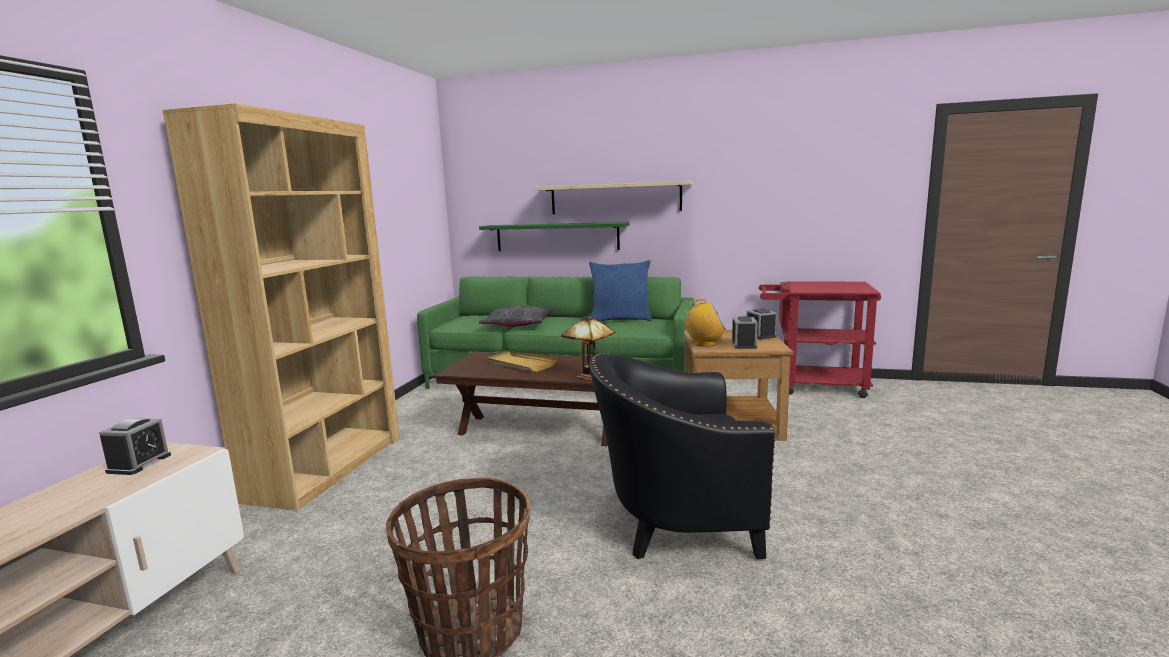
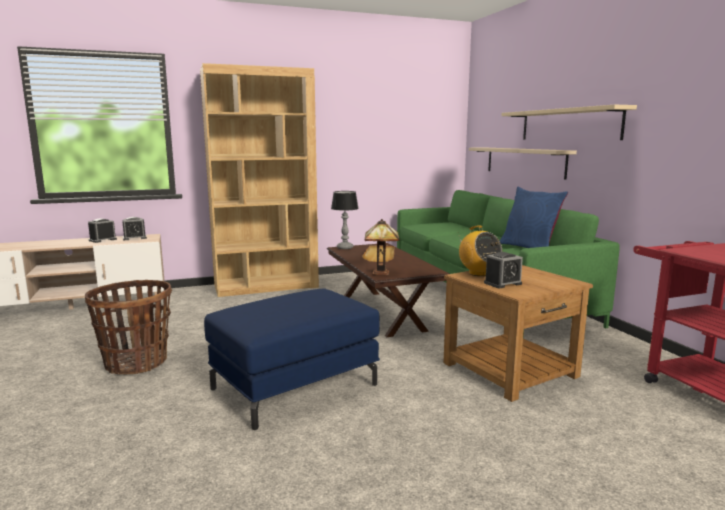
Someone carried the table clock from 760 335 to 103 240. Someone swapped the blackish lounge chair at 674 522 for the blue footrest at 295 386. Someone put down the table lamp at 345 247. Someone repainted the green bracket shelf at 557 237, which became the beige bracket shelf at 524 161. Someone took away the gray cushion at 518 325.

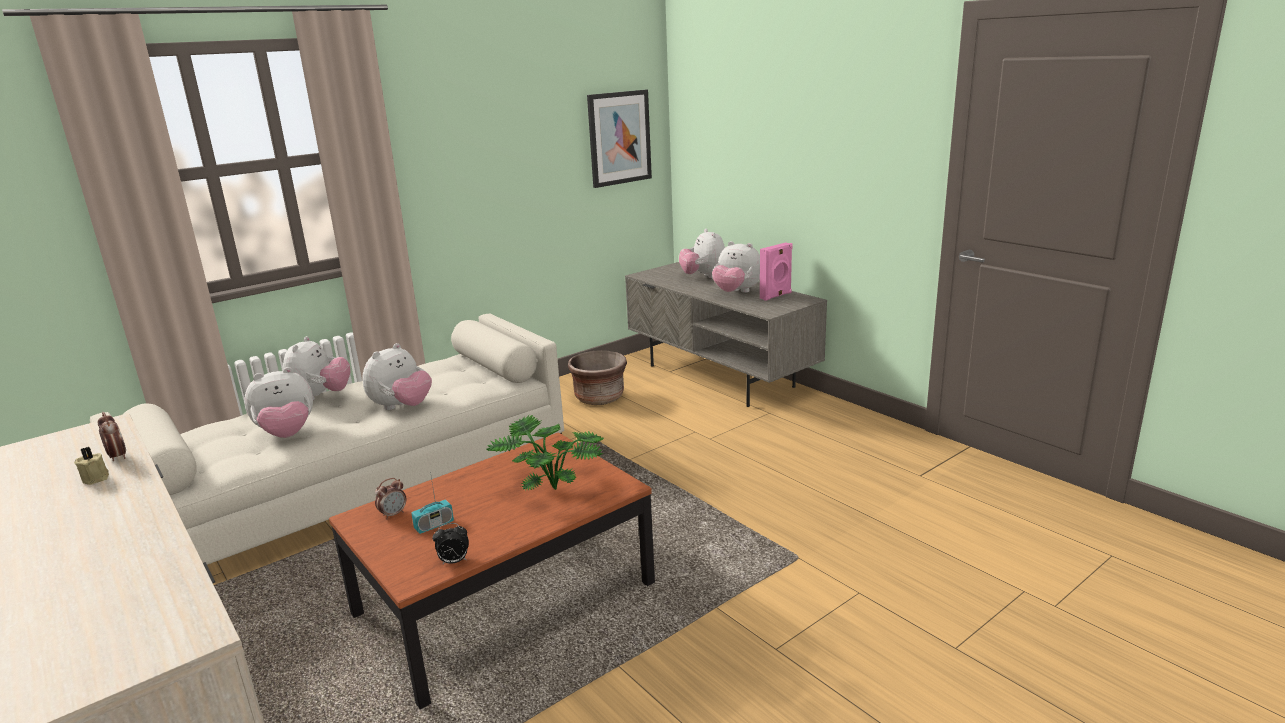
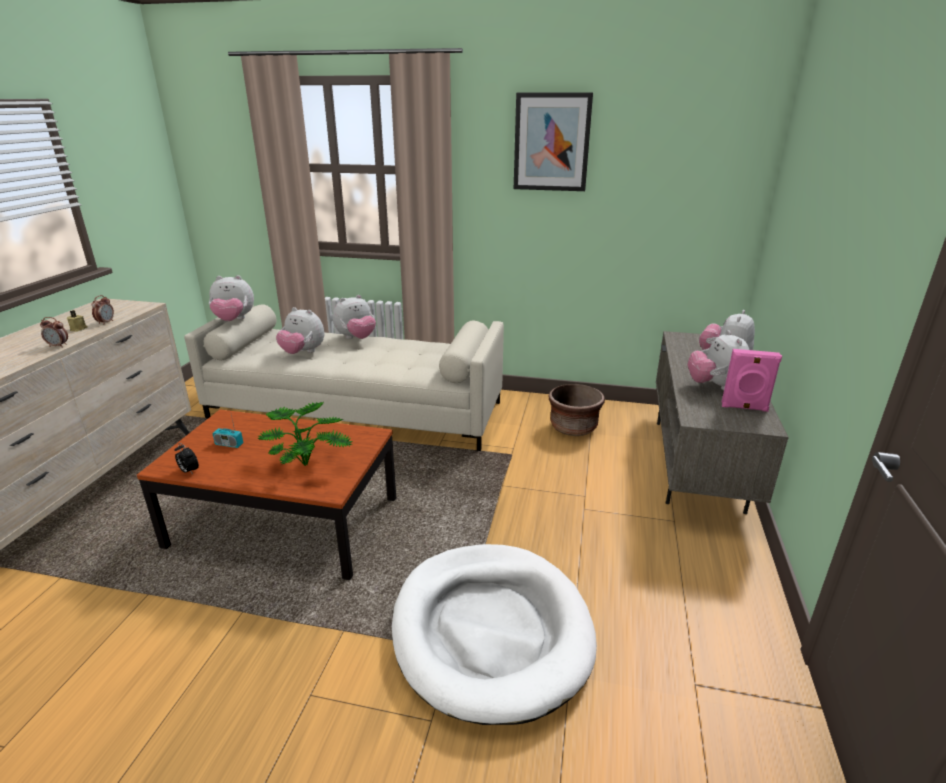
Someone carried the table clock from 393 514 to 58 346. Someone carried the soft toy from 401 407 to 234 320. Someone put down the whitish dog bed at 491 631. Someone carried the wall art from 619 138 to 551 142.

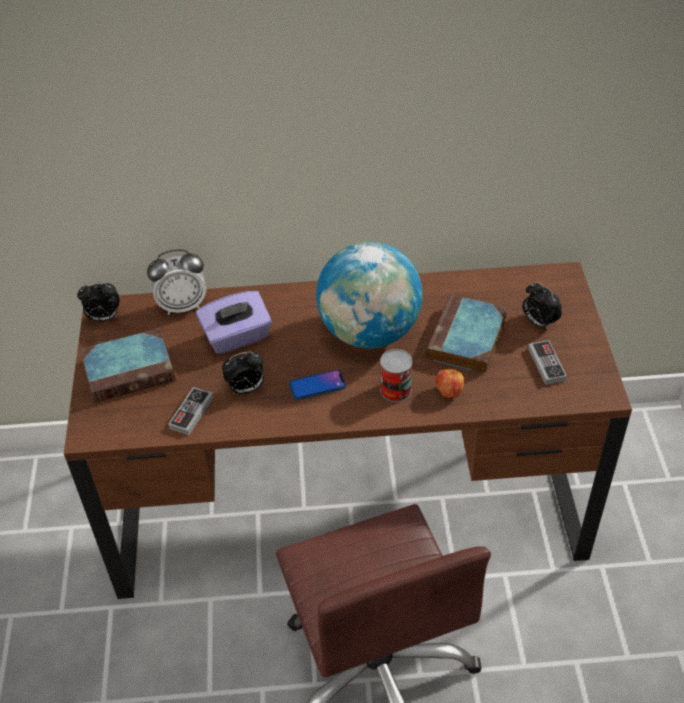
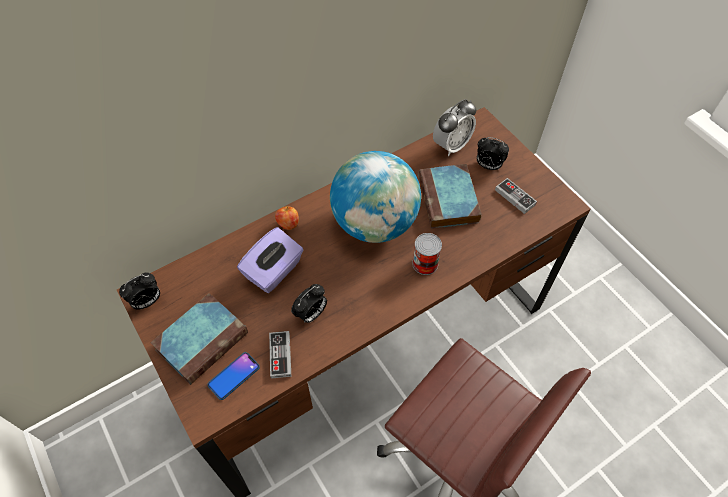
Someone carried the telephone from 317 385 to 234 376. Someone carried the apple fruit from 449 392 to 288 224. Someone carried the table clock from 182 305 to 451 145.

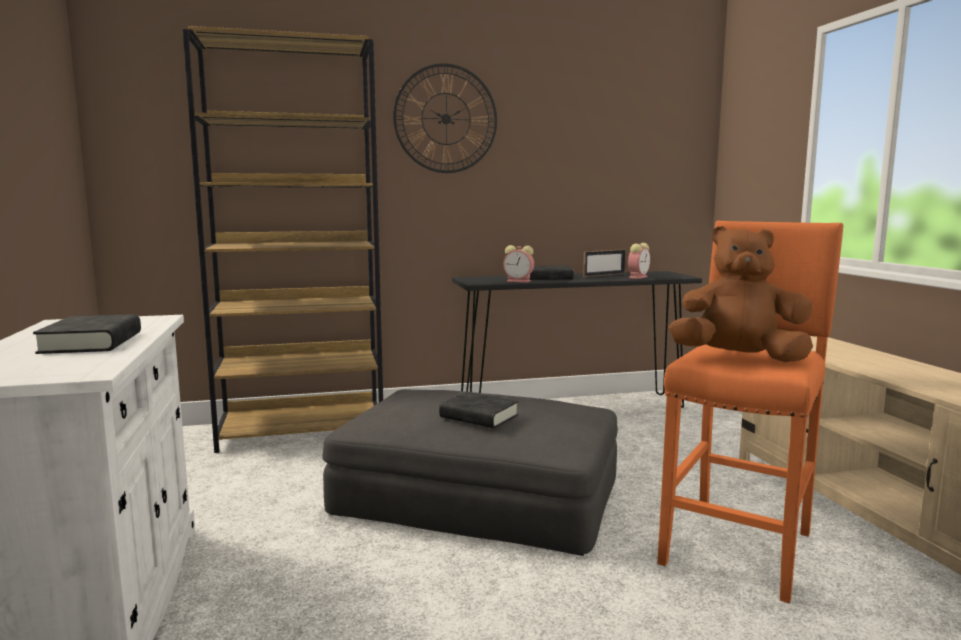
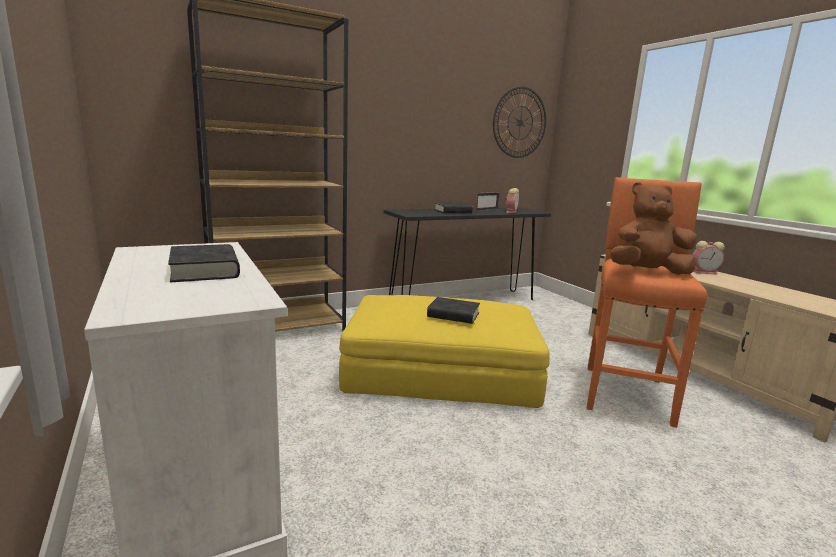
Someone repainted the gray footrest at 478 494, which became the yellow-coloured footrest at 441 369. Someone carried the wall clock from 446 119 to 520 123. Someone carried the table clock from 519 281 to 705 272.

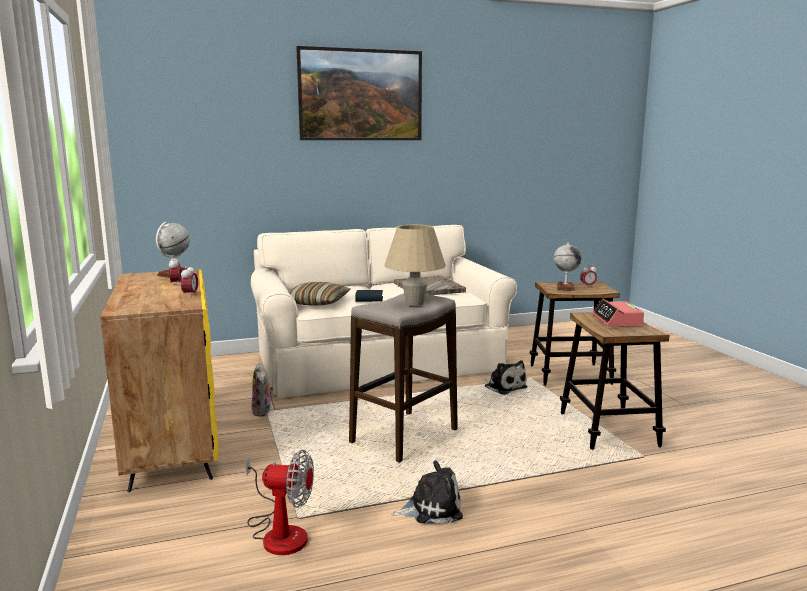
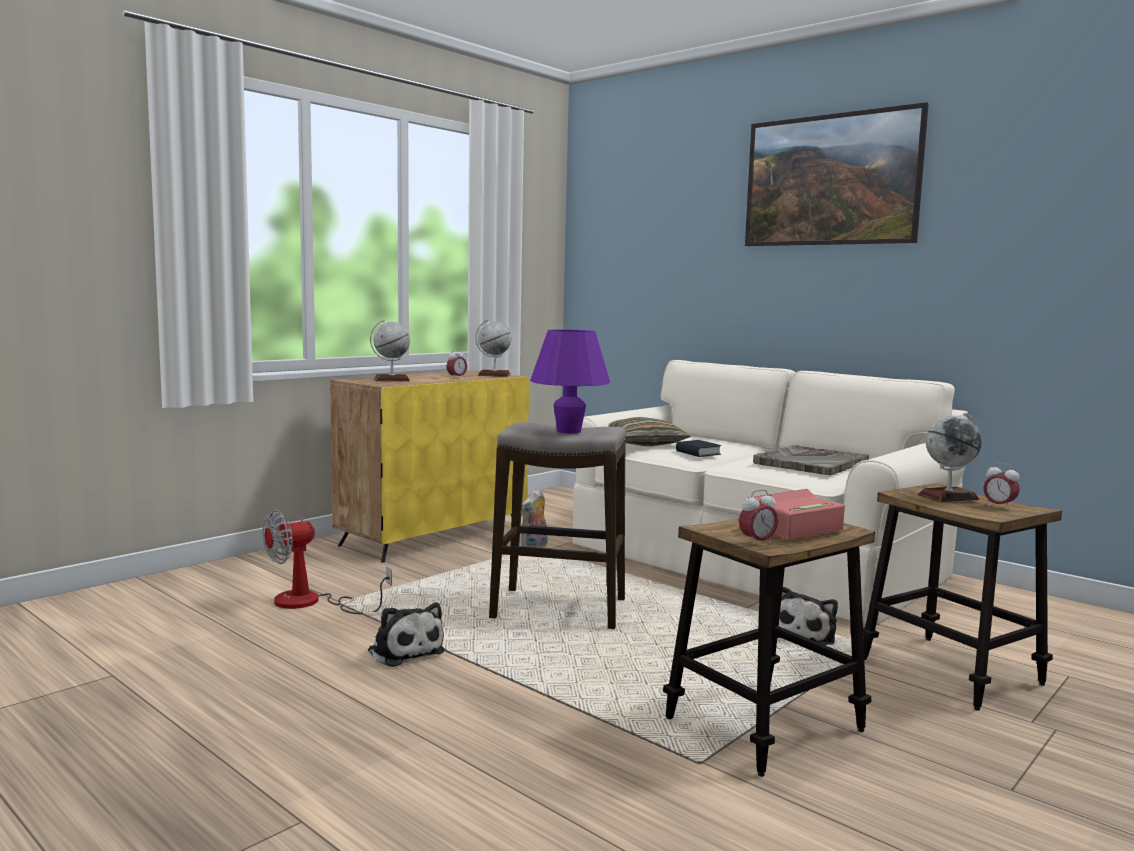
Someone rotated the cooling fan at 279 532 by 75 degrees clockwise. Someone put down the desk globe at 391 380. Someone repainted the beige table lamp at 415 303, which became the purplish table lamp at 569 431. Someone carried the table clock from 190 295 to 757 542.

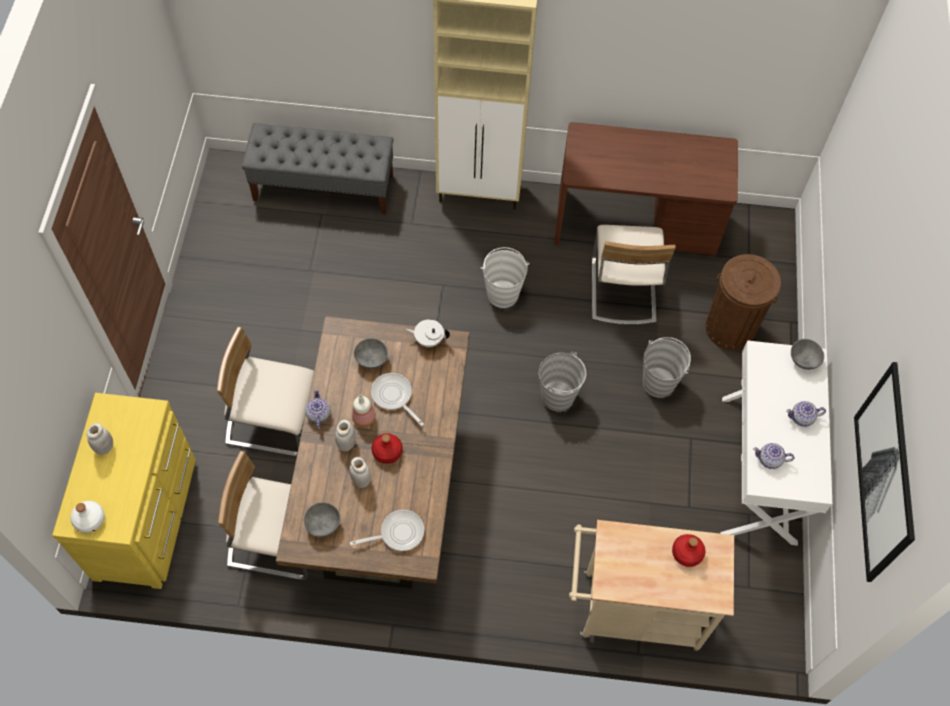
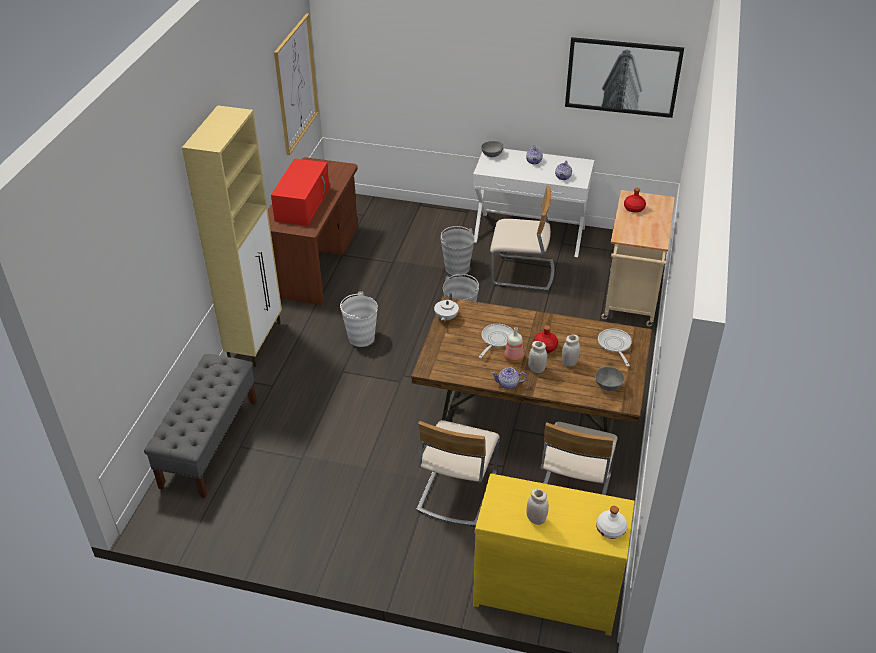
Someone put down the red-coloured microwave at 302 203. Someone put up the wall art at 296 84. Someone rotated the pan at 394 396 by 150 degrees clockwise. Someone carried the beige plain chair from 622 290 to 522 273. Someone took away the gray bowl at 371 359. Someone took away the brown-coloured rubbish bin at 730 328.

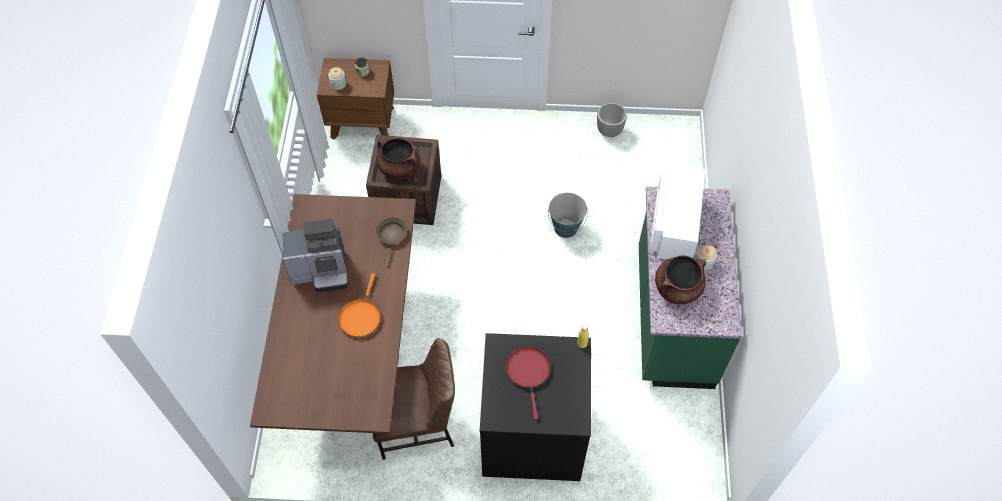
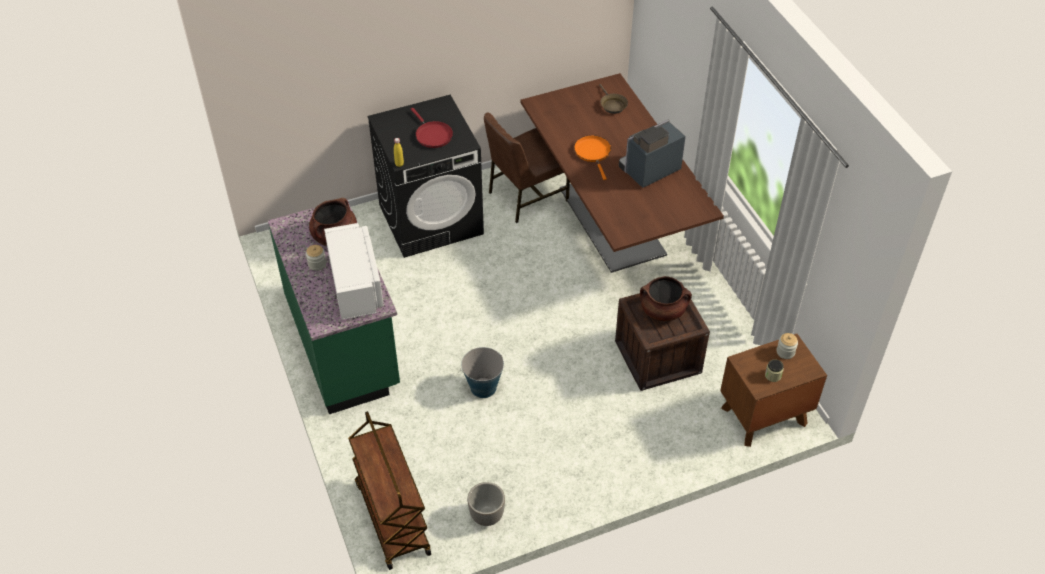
Someone put down the brown-coloured wheeled cart at 392 518. Someone carried the brown-coloured pan from 392 236 to 612 105.

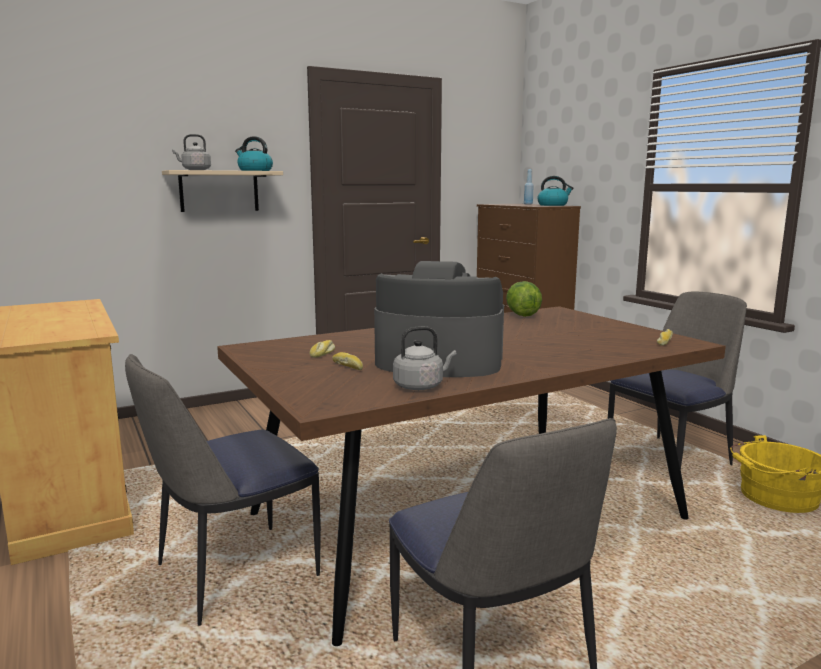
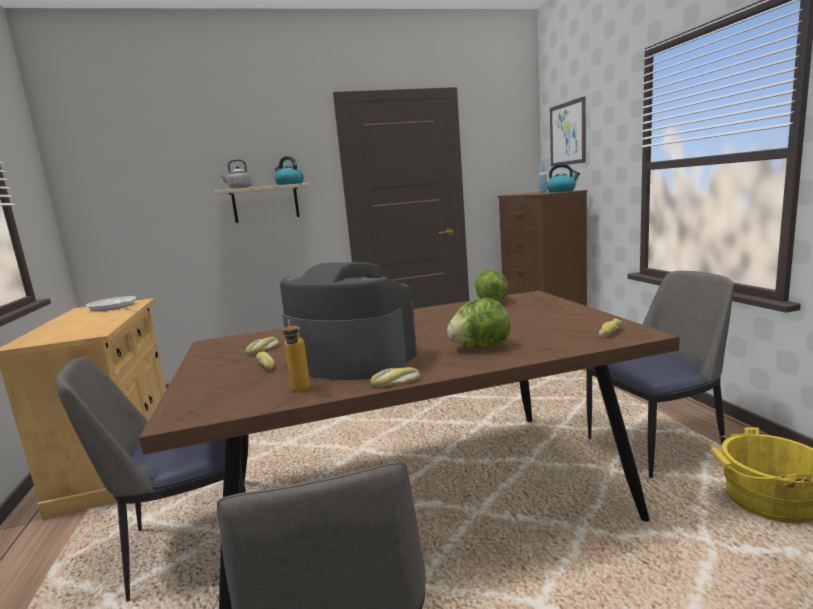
Someone put down the pan at 114 307. Someone swapped the gray tea kettle at 421 386 for the drink bottle at 300 391. Someone put down the baked bread at 396 383. Someone put down the head of lettuce at 480 346. Someone put up the wall art at 567 134.

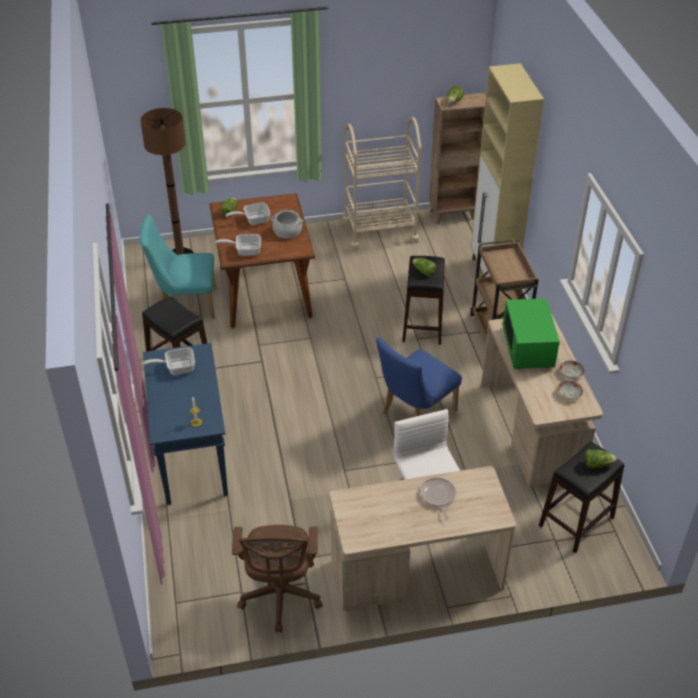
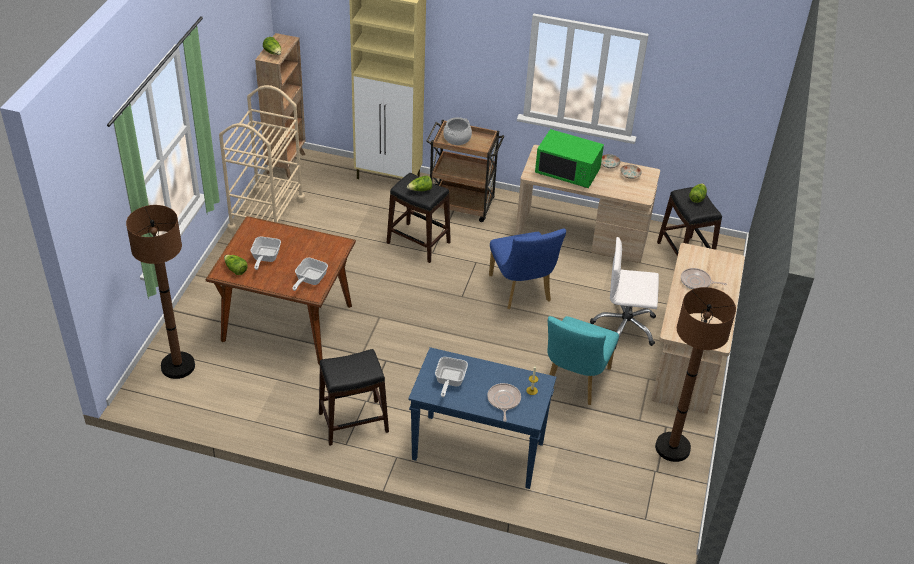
Someone carried the cooking pot from 287 231 to 457 138. Someone put down the pan at 503 401. Someone carried the turquoise-coloured plain chair from 185 304 to 574 382. Someone swapped the brown-coloured office chair at 280 597 for the brown-coloured standing lamp at 672 448.

